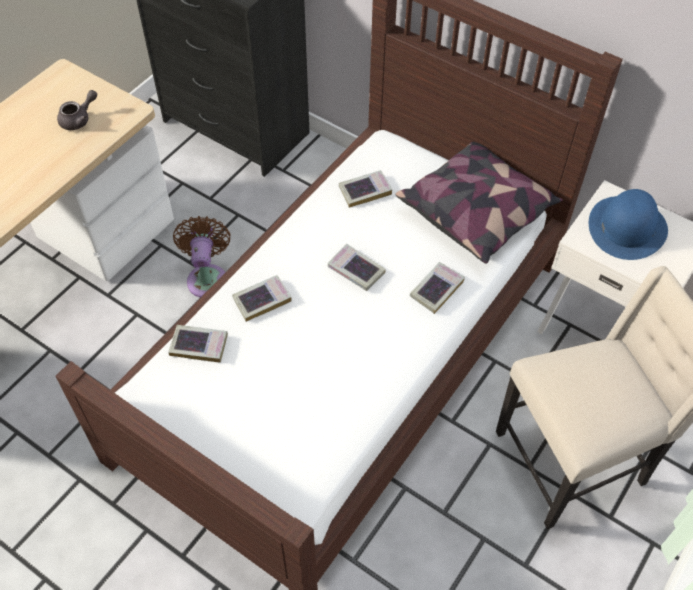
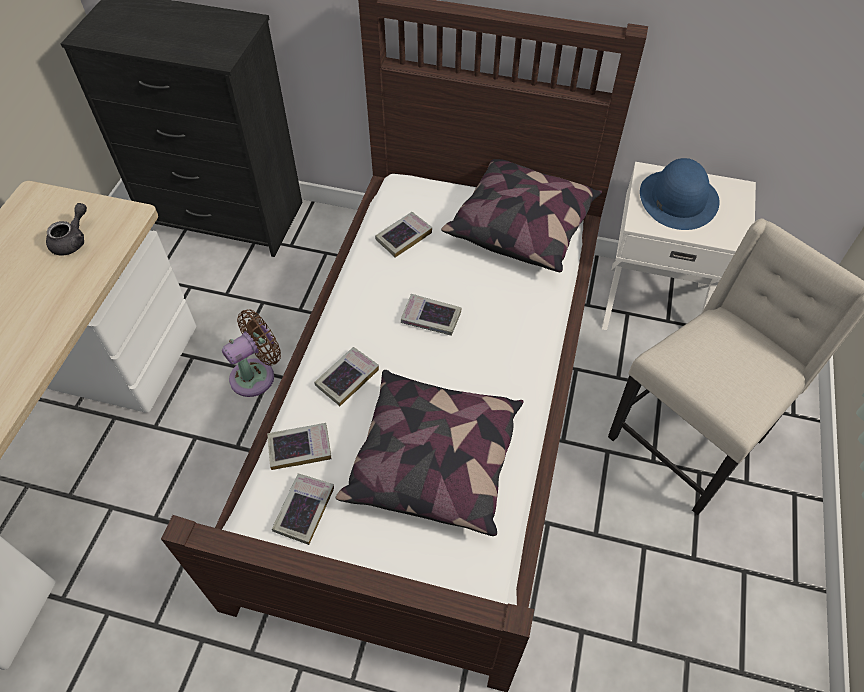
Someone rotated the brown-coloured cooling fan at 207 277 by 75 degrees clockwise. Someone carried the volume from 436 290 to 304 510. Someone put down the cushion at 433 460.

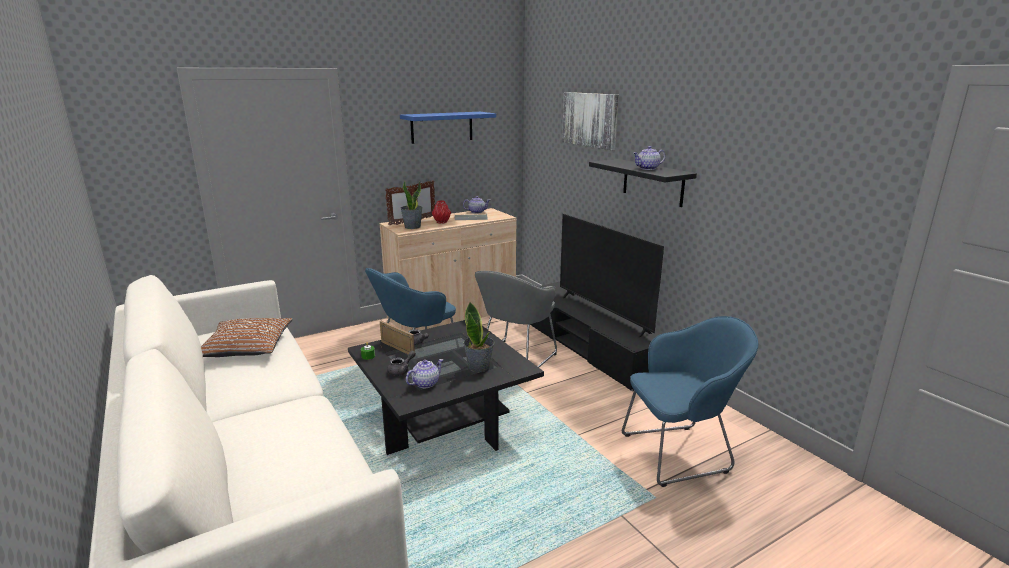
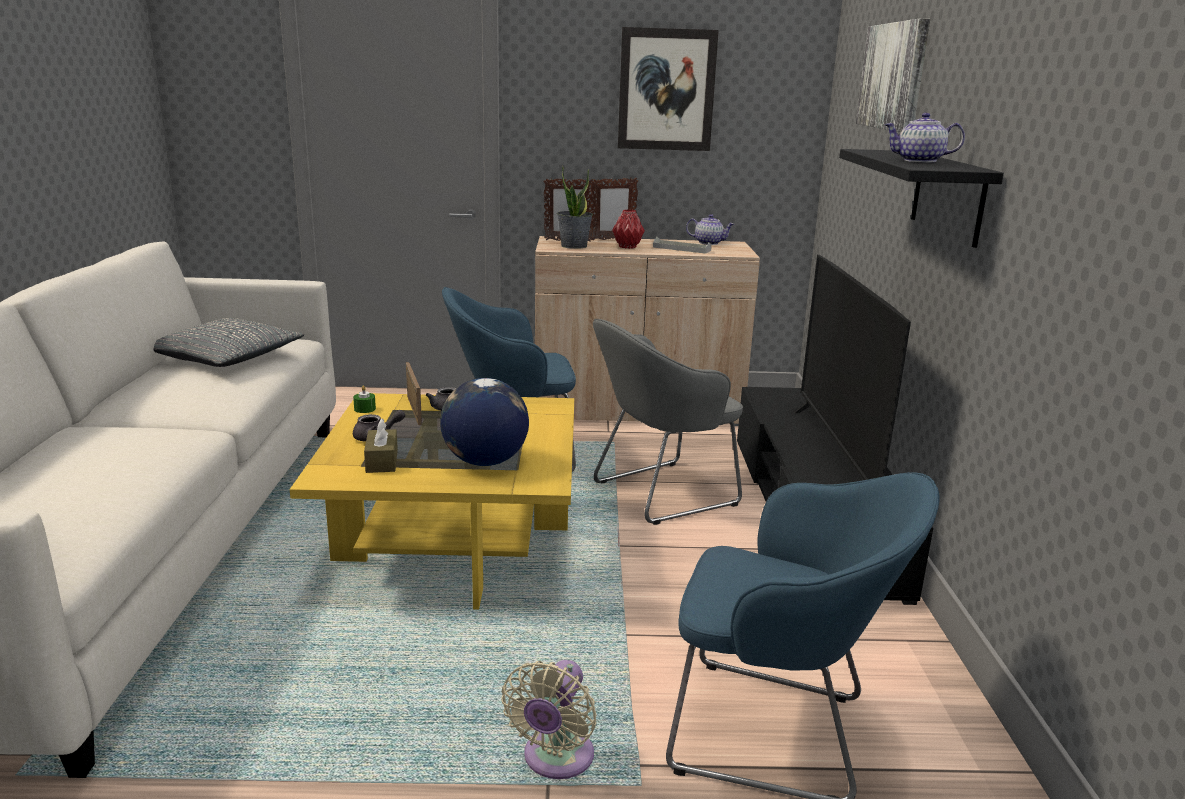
Someone repainted the brown-coloured cushion at 246 347, which became the gray cushion at 226 357. Someone repainted the blackish coffee table at 444 421, which became the yellow-coloured coffee table at 454 544. Someone swapped the teapot at 425 383 for the brown-coloured tissue holder at 382 461. Someone swapped the houseplant at 479 367 for the desk globe at 484 462. Someone put down the beige cooling fan at 555 760. Someone swapped the blue bracket shelf at 442 127 for the wall art at 666 90.

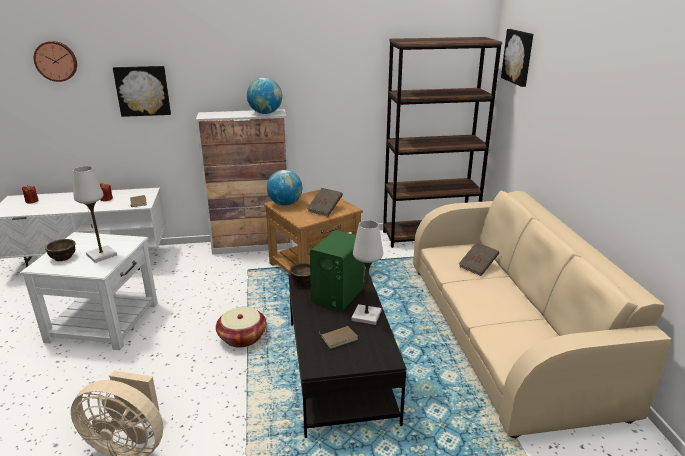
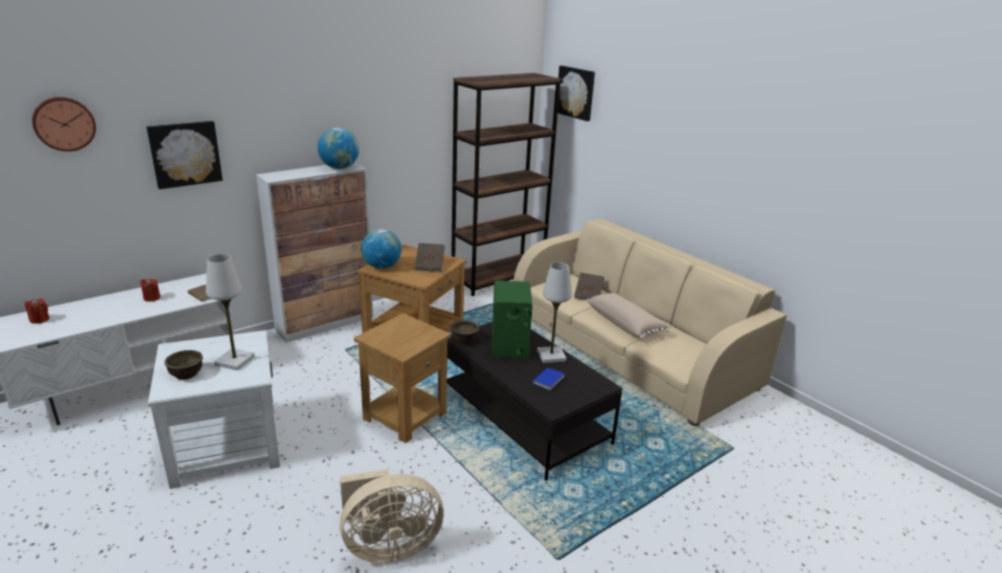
Someone swapped the storage basket at 242 337 for the brown-coloured accent table at 405 416. Someone repainted the brown-coloured volume at 339 338, which became the blue volume at 547 380. Someone put down the beige cushion at 625 323.

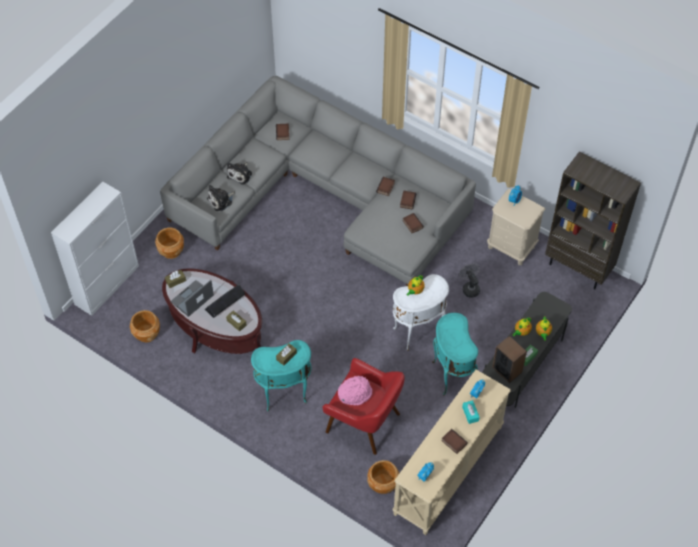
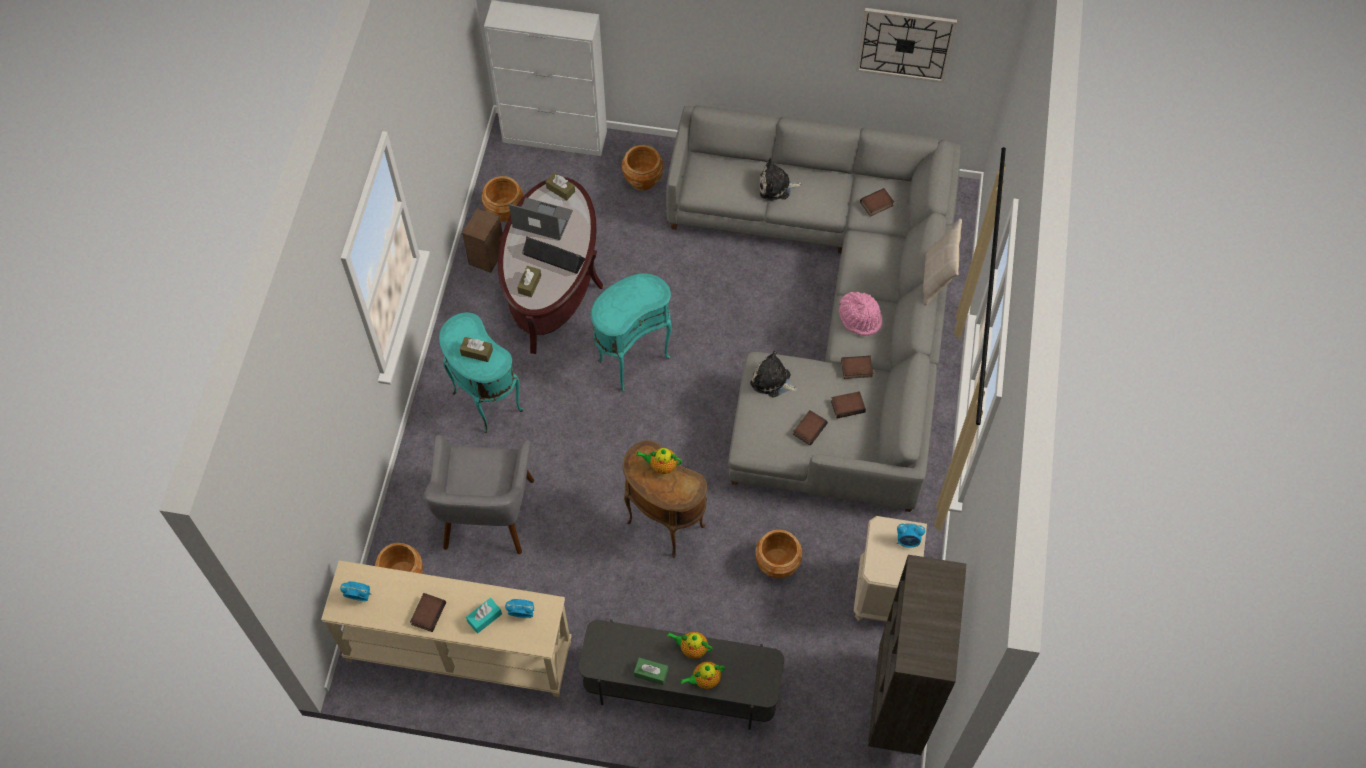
Someone repainted the red-coloured lounge chair at 364 423, which became the gray lounge chair at 487 515. Someone carried the speaker from 507 369 to 487 256. Someone carried the turquoise-coloured accent table from 450 376 to 632 358. Someone repainted the whitish accent table at 418 333, which became the brown-coloured accent table at 663 526. Someone carried the soft toy from 221 200 to 772 381. Someone swapped the gray cooling fan at 469 288 for the brown-coloured flower pot at 776 563. Someone carried the pinkish wearable hat from 355 393 to 860 318. Someone put up the wall clock at 905 44. Someone put down the beige cushion at 937 279.

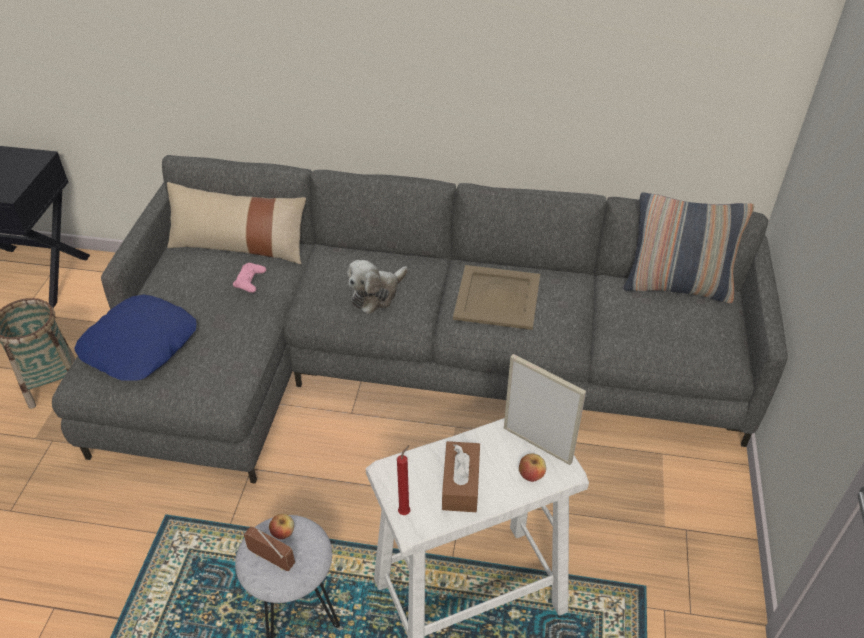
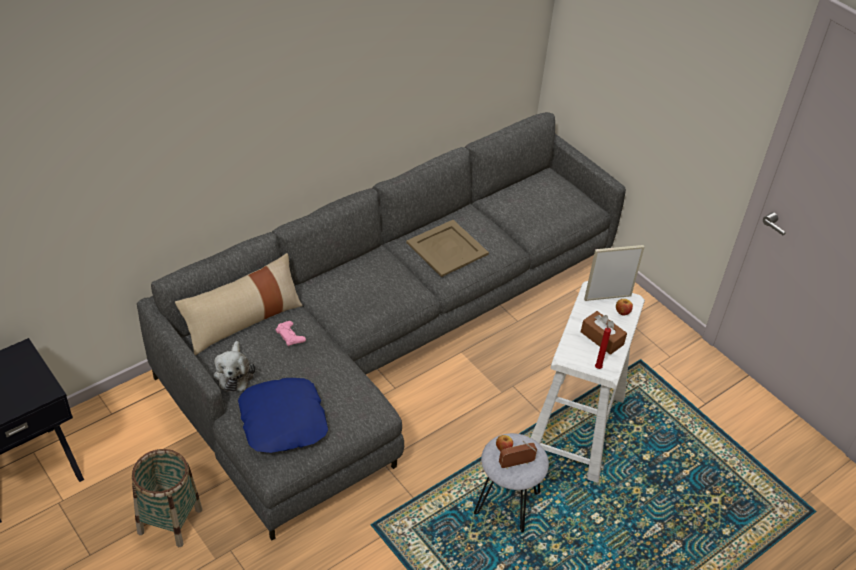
Someone carried the soft toy from 376 294 to 234 373. Someone took away the cushion at 677 286.

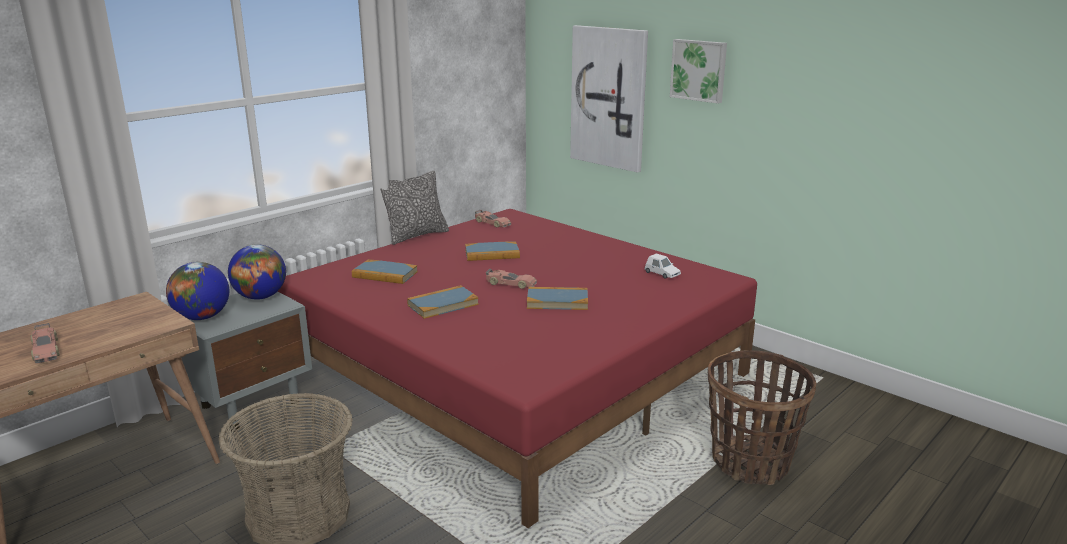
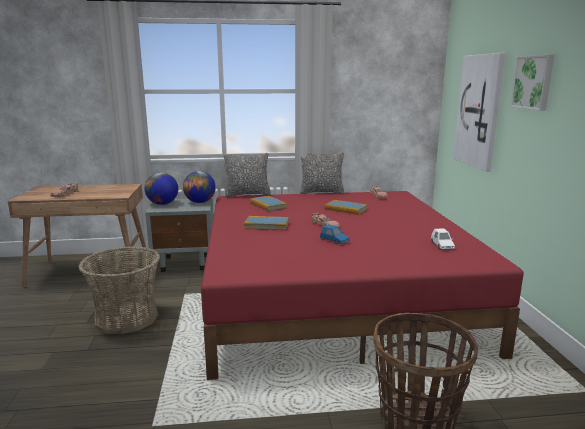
Someone put down the cushion at 247 194. Someone swapped the volume at 557 301 for the blue toy car at 334 241.

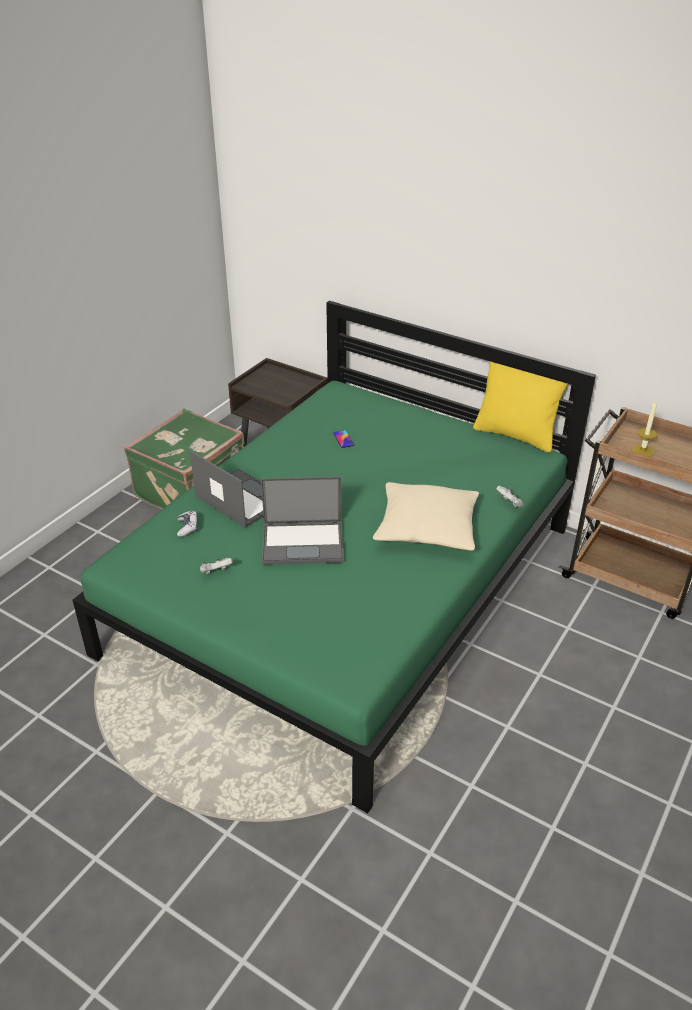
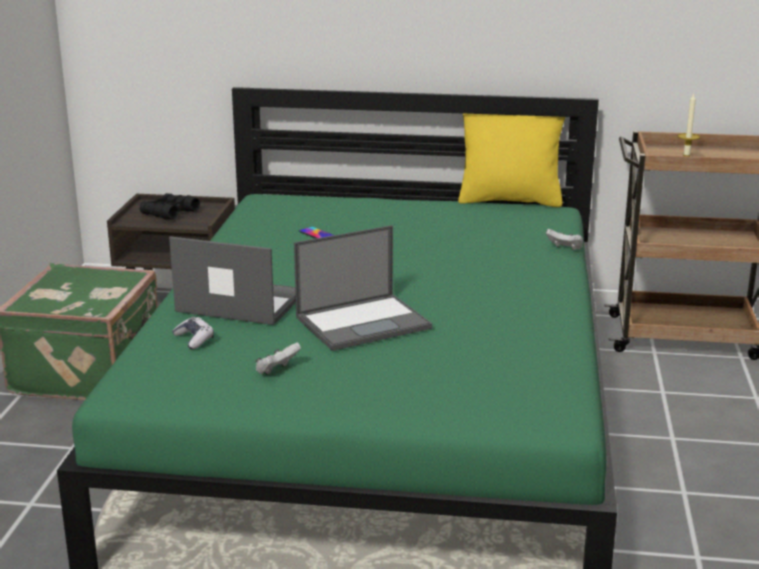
Someone put down the blackish field glasses at 170 213. Someone took away the beige cushion at 426 528.

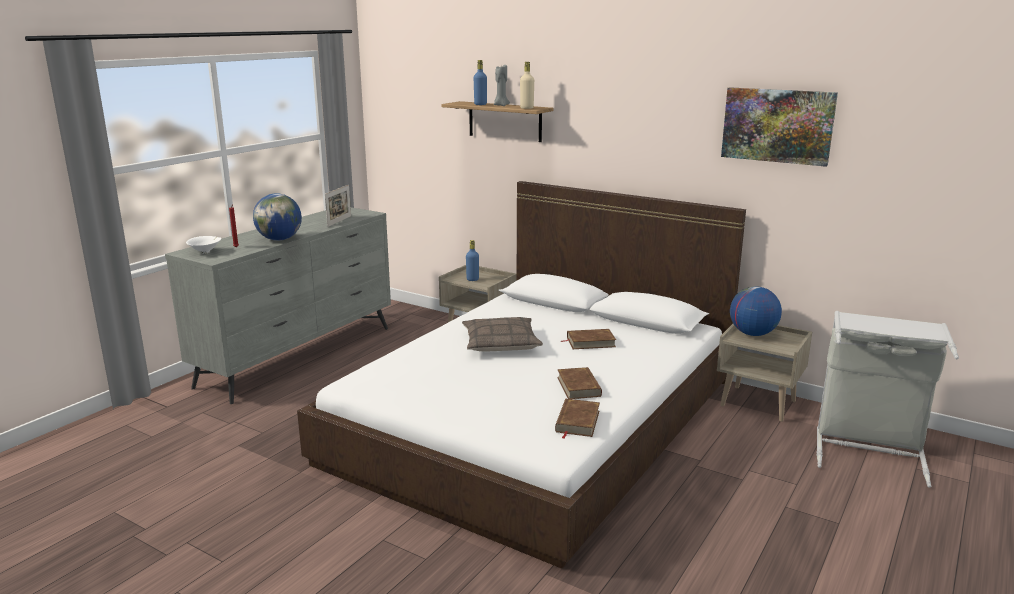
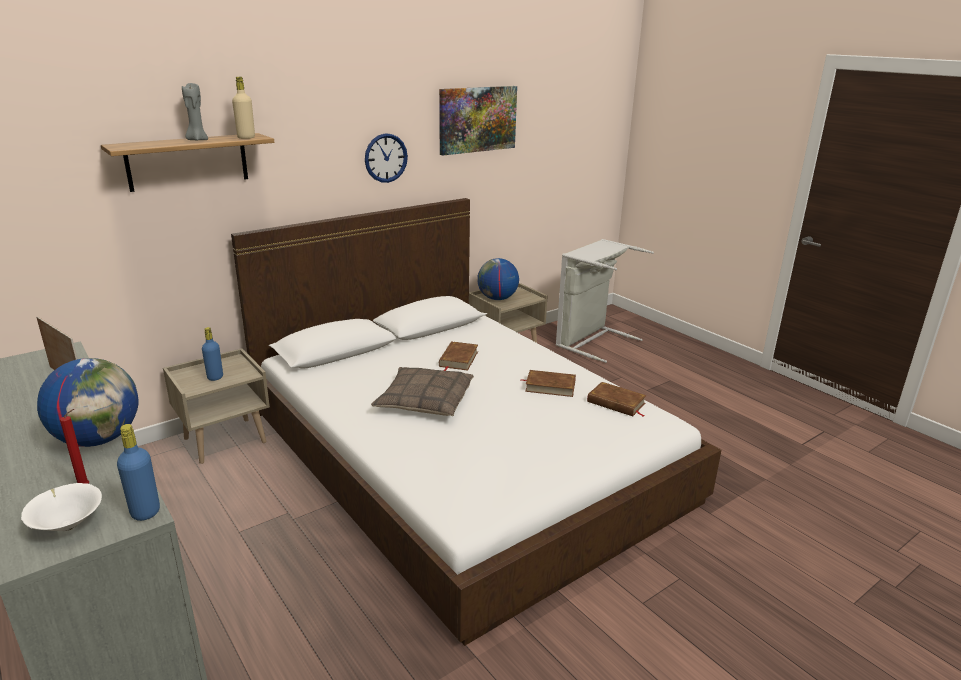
Someone carried the blue drink bottle from 480 104 to 145 512. Someone put up the wall clock at 386 158.

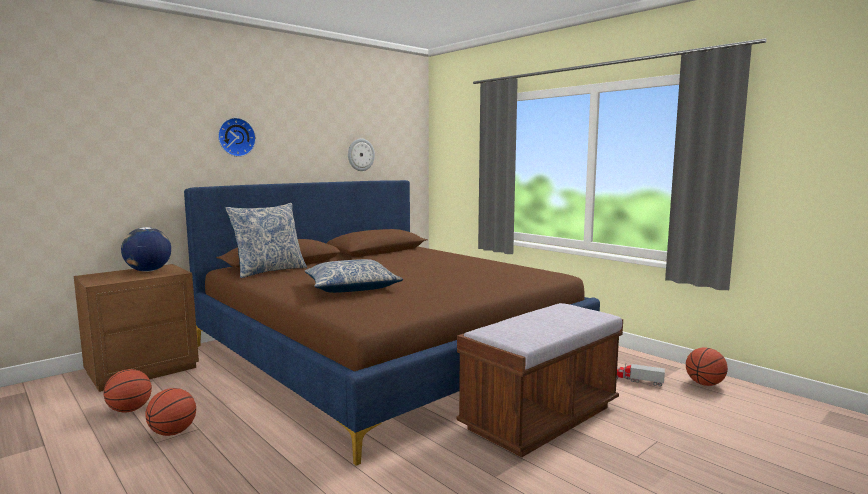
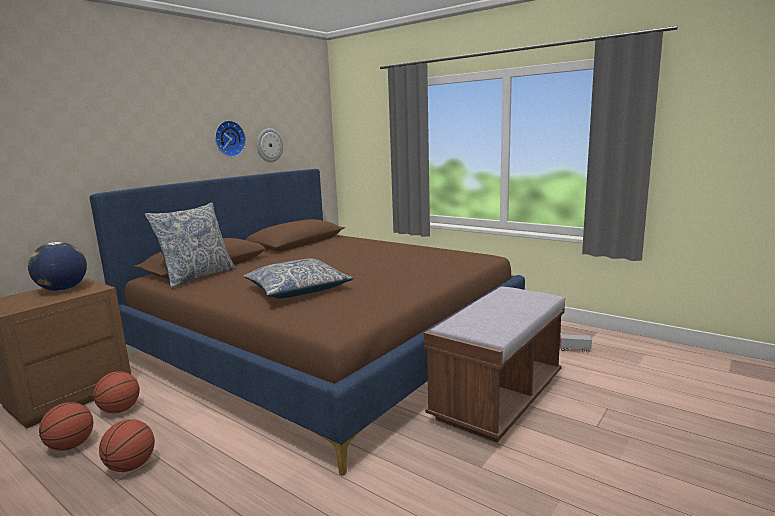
Someone carried the ball for basketball from 704 384 to 120 410. Someone carried the wall clock from 236 137 to 228 139.

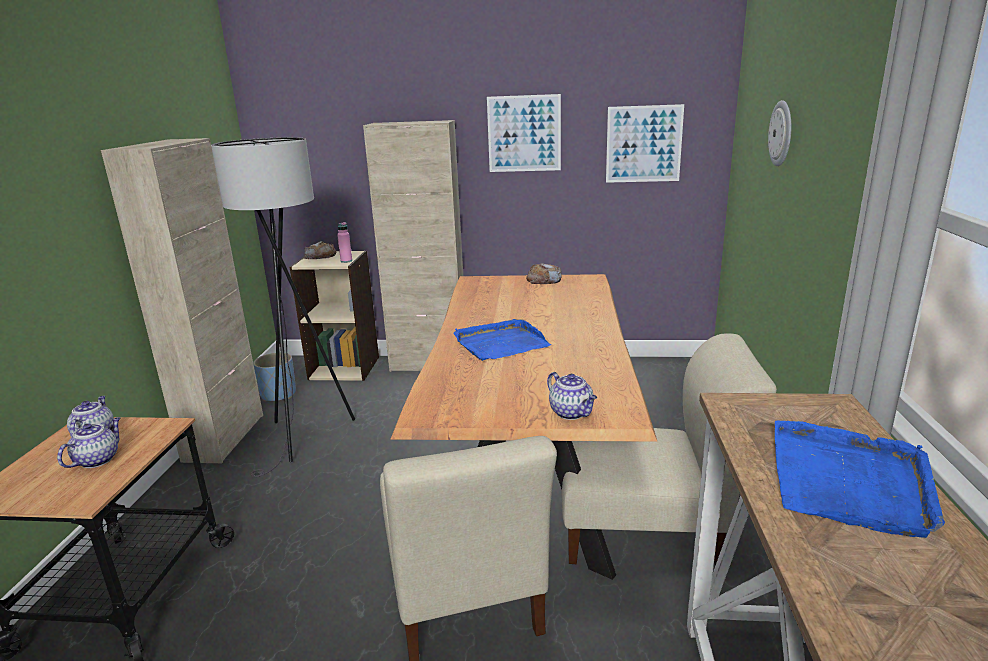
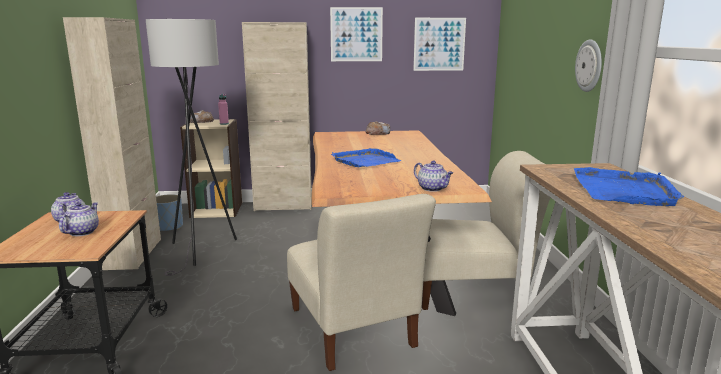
Someone carried the wall clock from 781 133 to 589 65.

